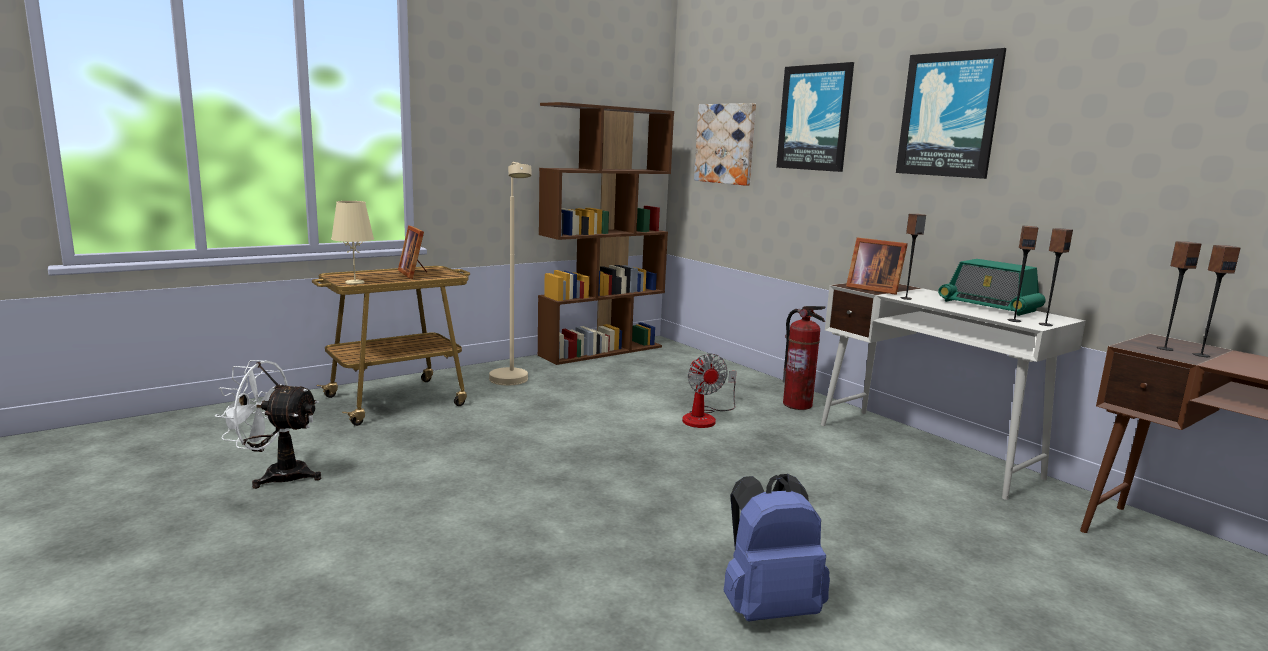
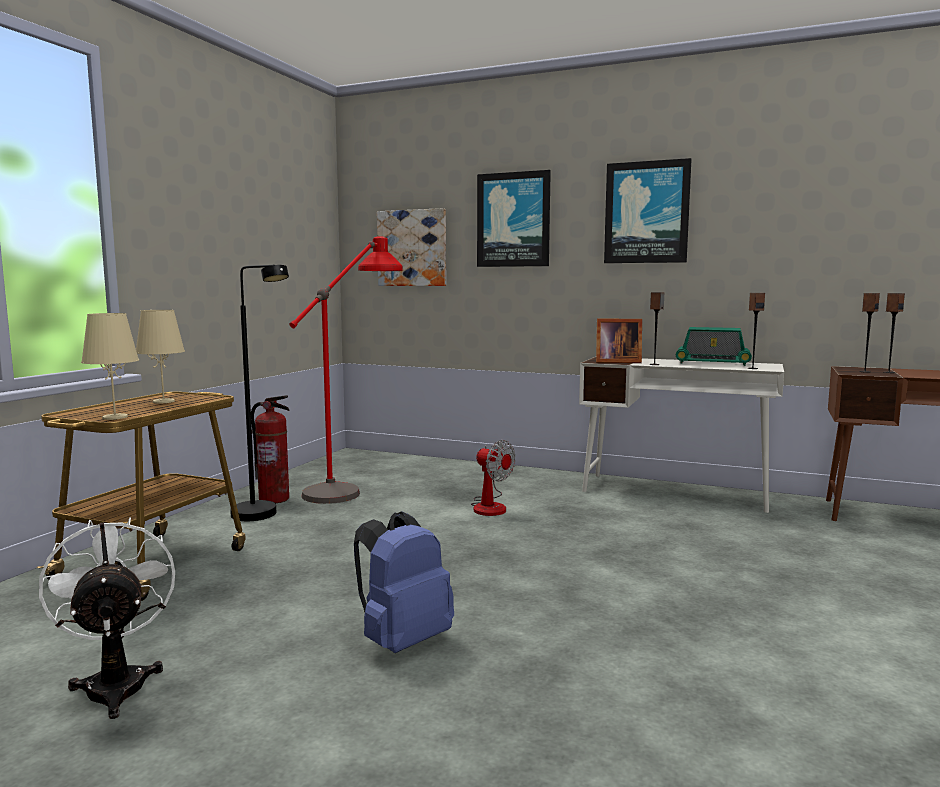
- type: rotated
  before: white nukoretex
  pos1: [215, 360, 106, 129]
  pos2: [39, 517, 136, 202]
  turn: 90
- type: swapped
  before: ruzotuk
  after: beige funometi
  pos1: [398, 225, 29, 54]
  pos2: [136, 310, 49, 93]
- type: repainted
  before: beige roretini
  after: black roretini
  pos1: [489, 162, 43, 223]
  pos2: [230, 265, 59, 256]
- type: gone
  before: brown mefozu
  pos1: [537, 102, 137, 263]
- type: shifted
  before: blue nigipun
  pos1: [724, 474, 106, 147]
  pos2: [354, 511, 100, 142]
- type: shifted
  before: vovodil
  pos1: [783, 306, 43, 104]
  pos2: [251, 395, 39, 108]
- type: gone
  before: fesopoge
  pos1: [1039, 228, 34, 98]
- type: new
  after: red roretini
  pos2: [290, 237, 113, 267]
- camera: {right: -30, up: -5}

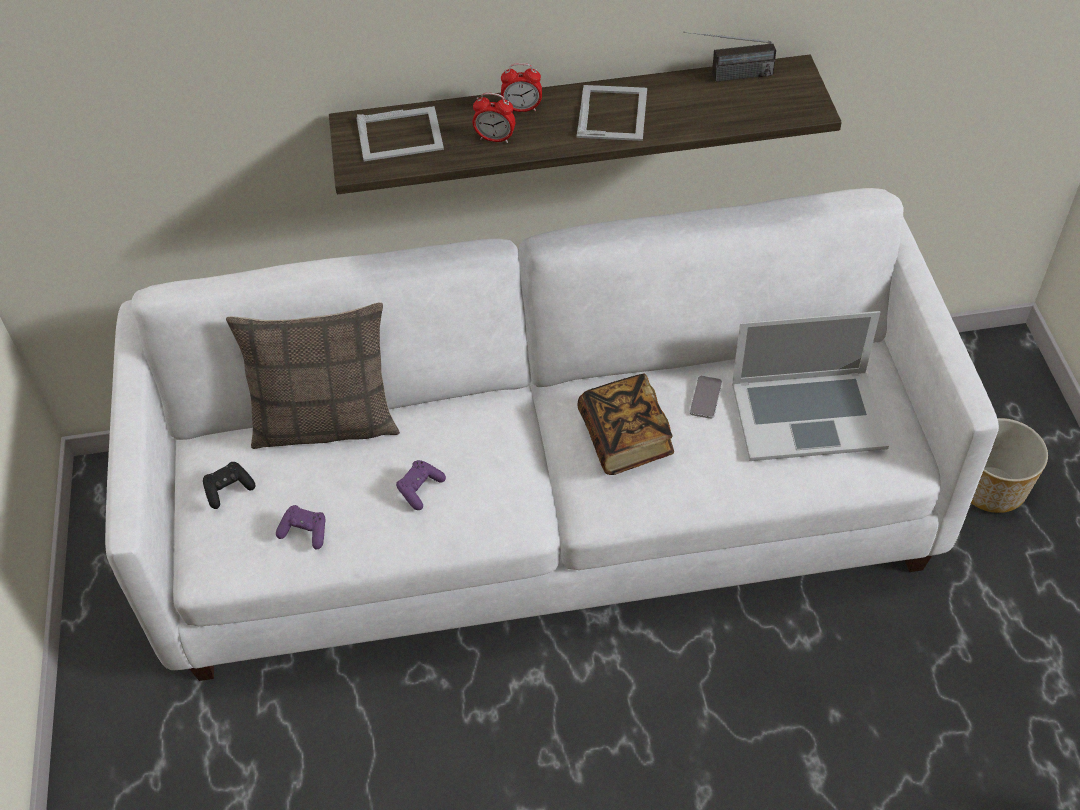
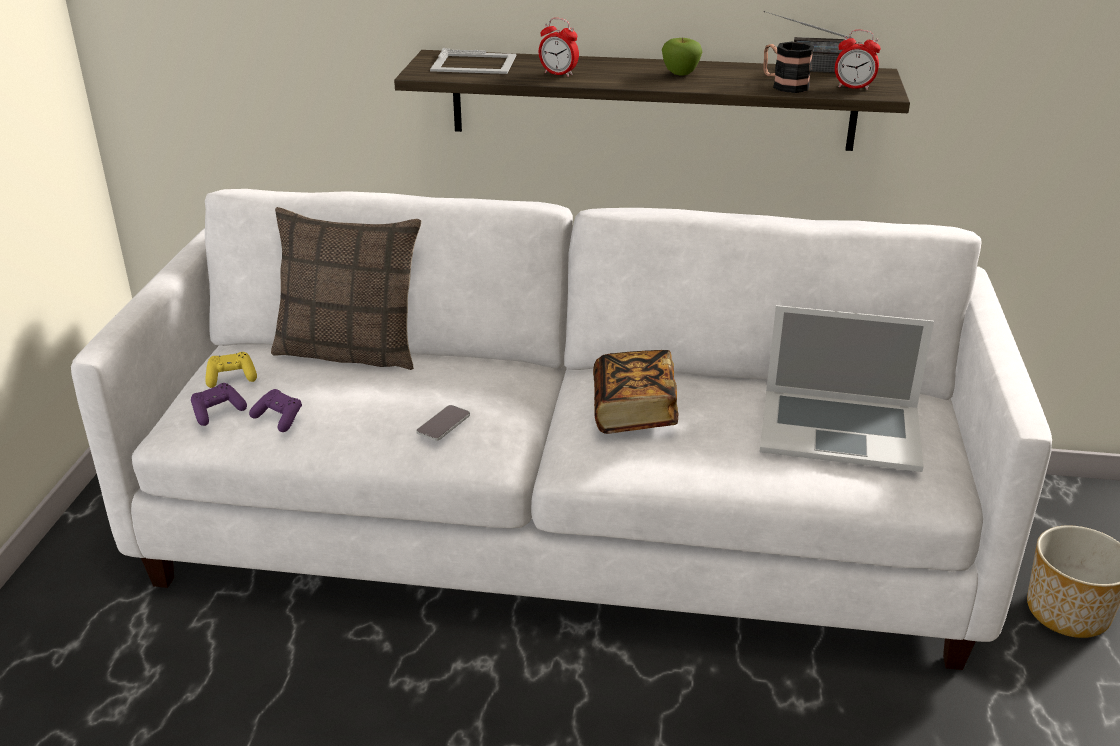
- type: repainted
  before: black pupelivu
  after: yellow pupelivu
  pos1: [203, 462, 52, 47]
  pos2: [205, 352, 52, 36]
- type: shifted
  before: purple pupelivu
  pos1: [396, 460, 50, 50]
  pos2: [191, 383, 56, 43]
- type: shifted
  before: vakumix
  pos1: [501, 63, 41, 49]
  pos2: [835, 30, 46, 60]
- type: swapped
  before: ruzotuk
  after: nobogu
  pos1: [577, 85, 70, 56]
  pos2: [662, 37, 40, 39]
- type: shifted
  before: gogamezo
  pos1: [690, 376, 32, 43]
  pos2: [416, 405, 54, 36]
- type: new
  after: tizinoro
  pos2: [763, 42, 51, 51]
- camera: {right: 15, up: -20}

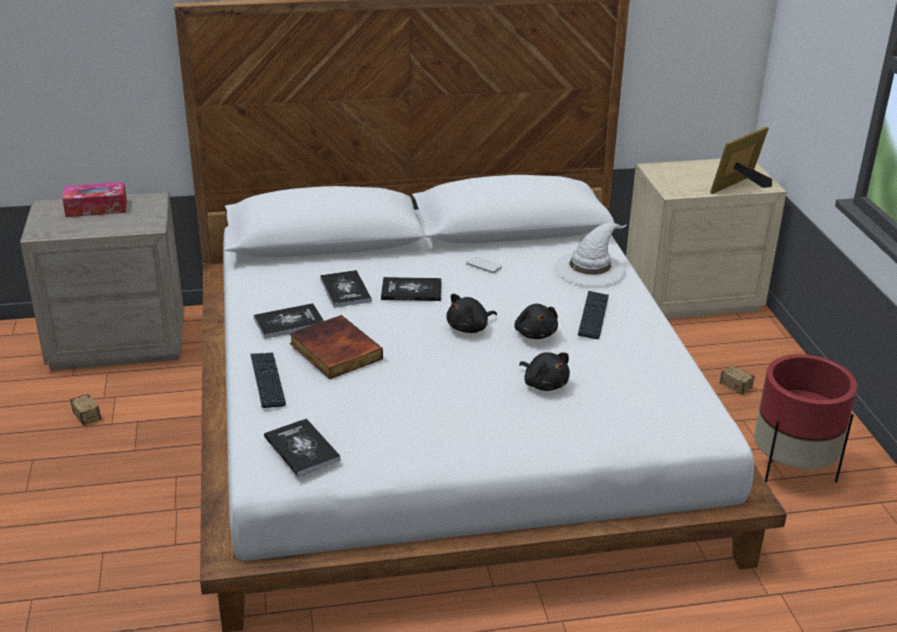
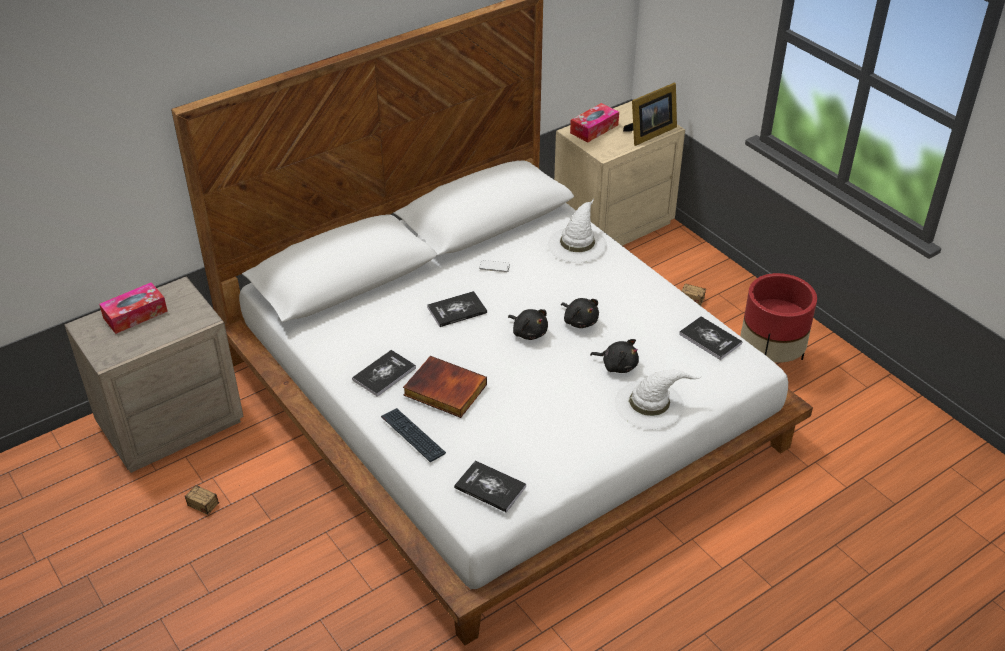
- type: shifted
  before: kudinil
  pos1: [320, 270, 52, 38]
  pos2: [679, 316, 63, 44]
- type: rotated
  before: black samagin
  pos1: [446, 294, 51, 39]
  pos2: [508, 309, 40, 31]
  turn: -75
- type: gone
  before: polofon
  pos1: [578, 291, 31, 48]
- type: rotated
  before: ruzotuk
  pos1: [710, 127, 62, 67]
  pos2: [623, 83, 54, 63]
  turn: -150
- type: new
  after: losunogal
  pos2: [570, 103, 49, 39]
- type: new
  after: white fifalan
  pos2: [615, 370, 86, 59]
- camera: {right: -25, up: 10}

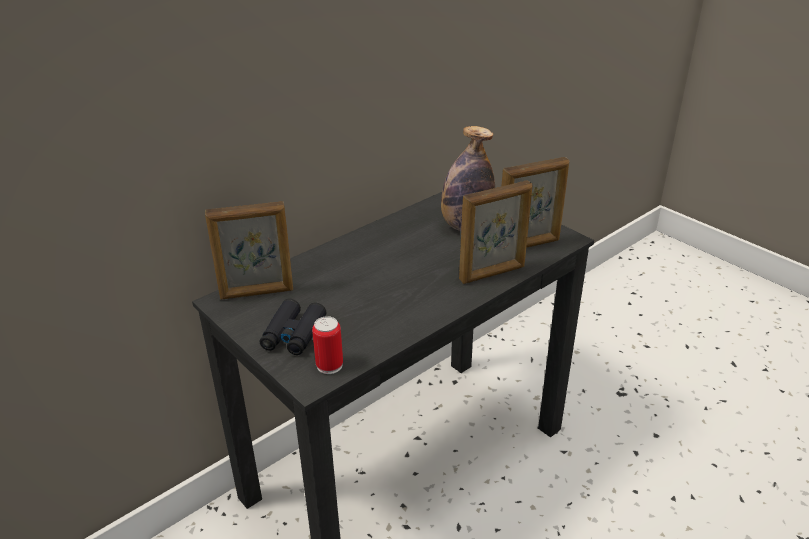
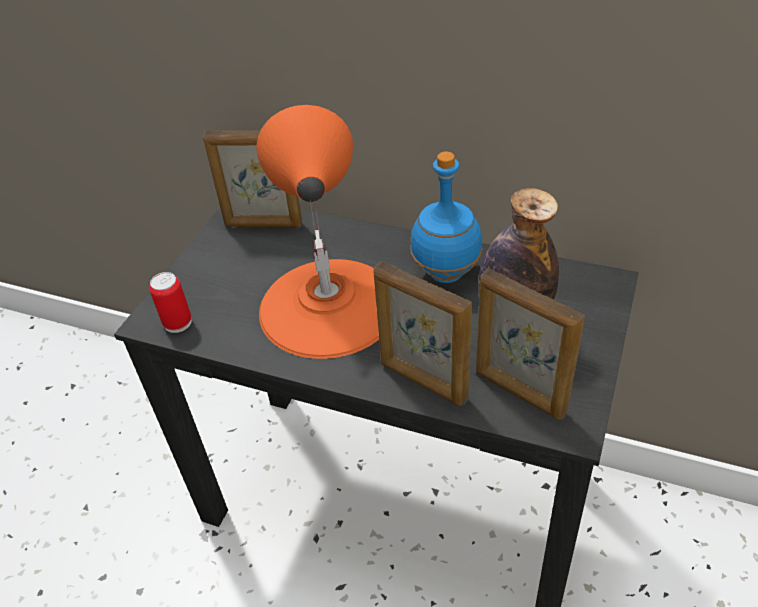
- type: rotated
  before: ruzotuk
  pos1: [205, 201, 88, 99]
  pos2: [203, 130, 99, 97]
  turn: -45
- type: gone
  before: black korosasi
  pos1: [260, 299, 66, 56]
- type: new
  after: orange funometi
  pos2: [256, 105, 123, 254]
- type: new
  after: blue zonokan
  pos2: [410, 151, 73, 132]
- camera: {right: 65, up: 10}

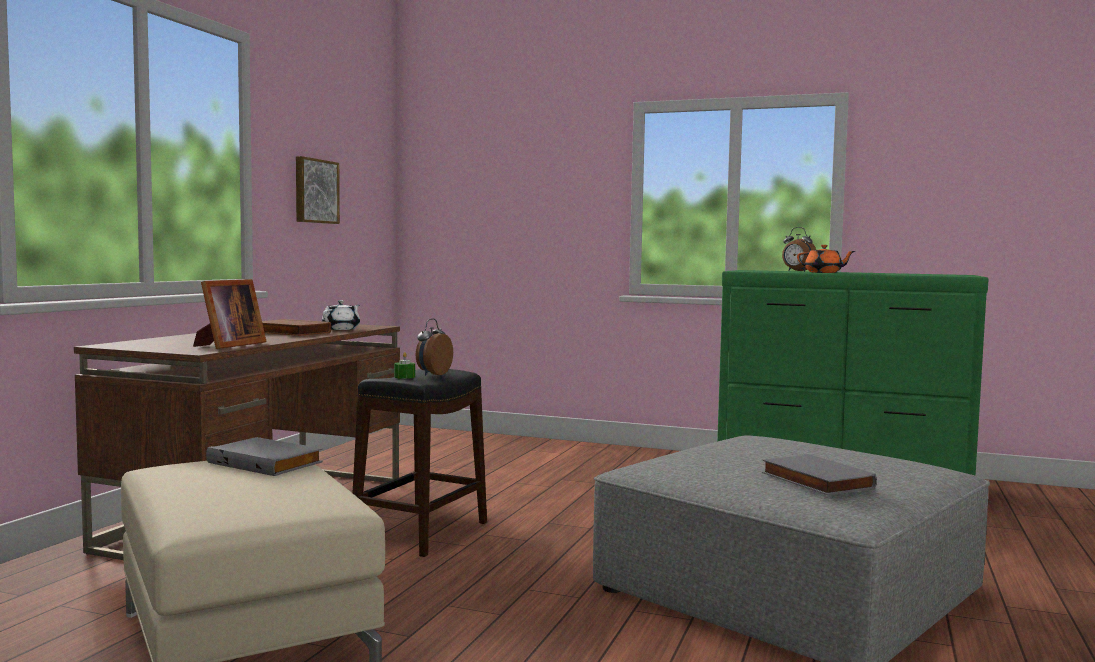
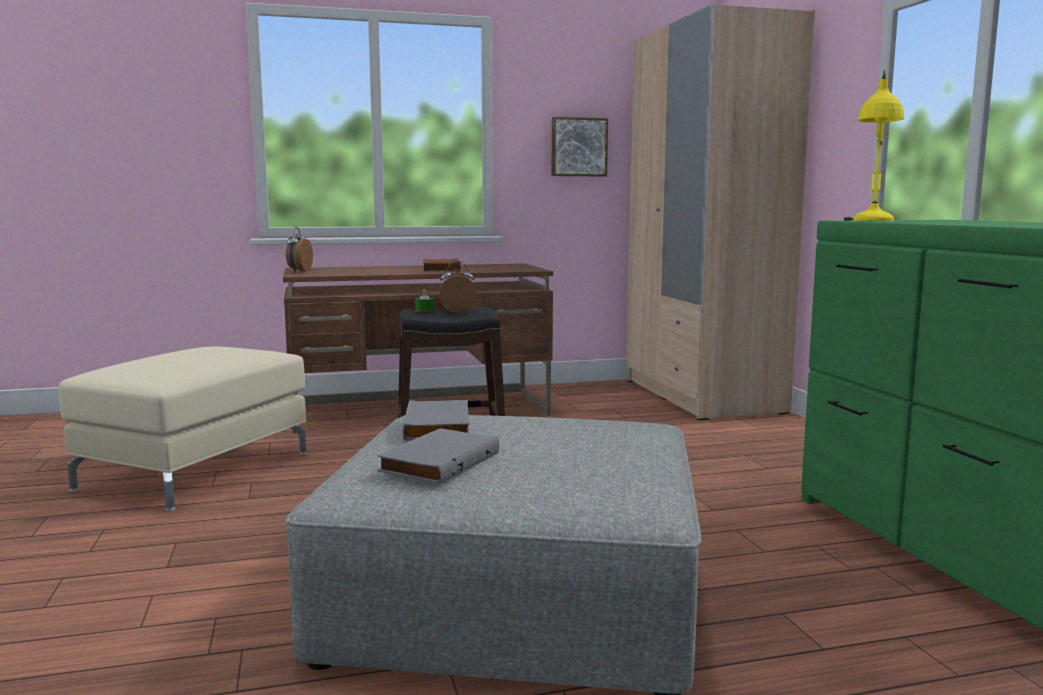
- type: gone
  before: ruzotuk
  pos1: [193, 279, 74, 70]
- type: shifted
  before: grey kudinil
  pos1: [206, 437, 117, 39]
  pos2: [403, 400, 67, 40]
- type: gone
  before: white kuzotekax
  pos1: [322, 300, 38, 30]
- type: shifted
  before: vakumix
  pos1: [782, 227, 34, 44]
  pos2: [286, 227, 27, 45]
- type: gone
  before: orange kuzotekax
  pos1: [797, 245, 58, 28]
- type: new
  after: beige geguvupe
  pos2: [626, 3, 189, 417]
- type: new
  after: yellow funometi
  pos2: [844, 70, 60, 151]
- camera: {right: 55, up: 5}

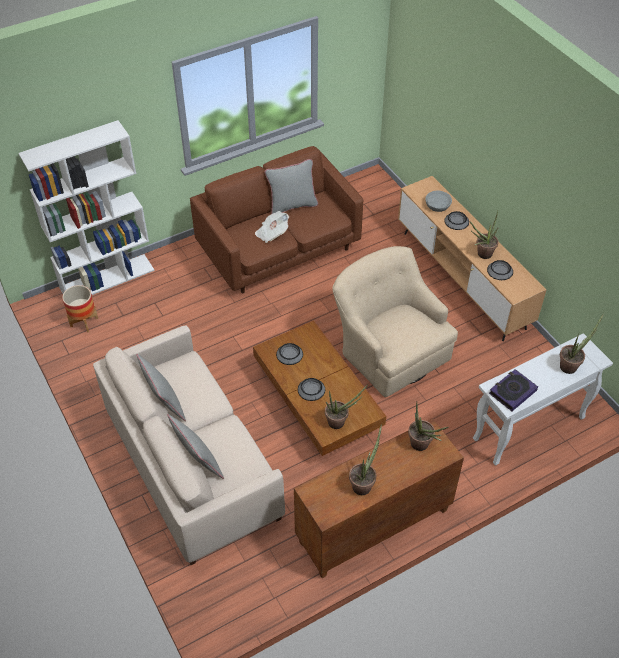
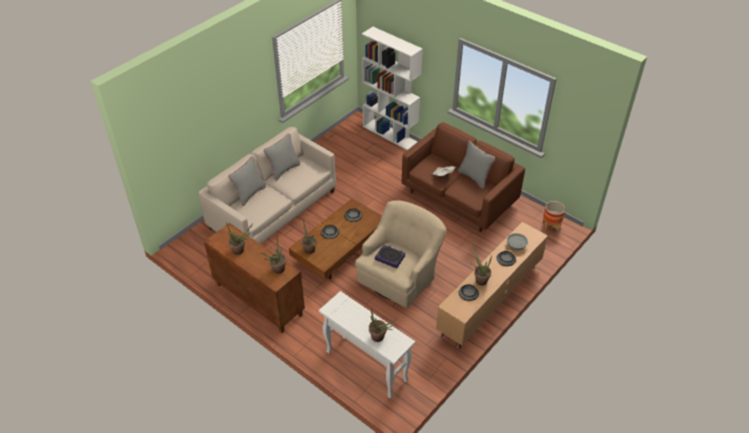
- type: shifted
  before: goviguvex
  pos1: [62, 285, 37, 48]
  pos2: [542, 201, 23, 32]
- type: shifted
  before: kudinil
  pos1: [489, 369, 49, 42]
  pos2: [375, 245, 31, 23]
- camera: {right: 70, up: -5}

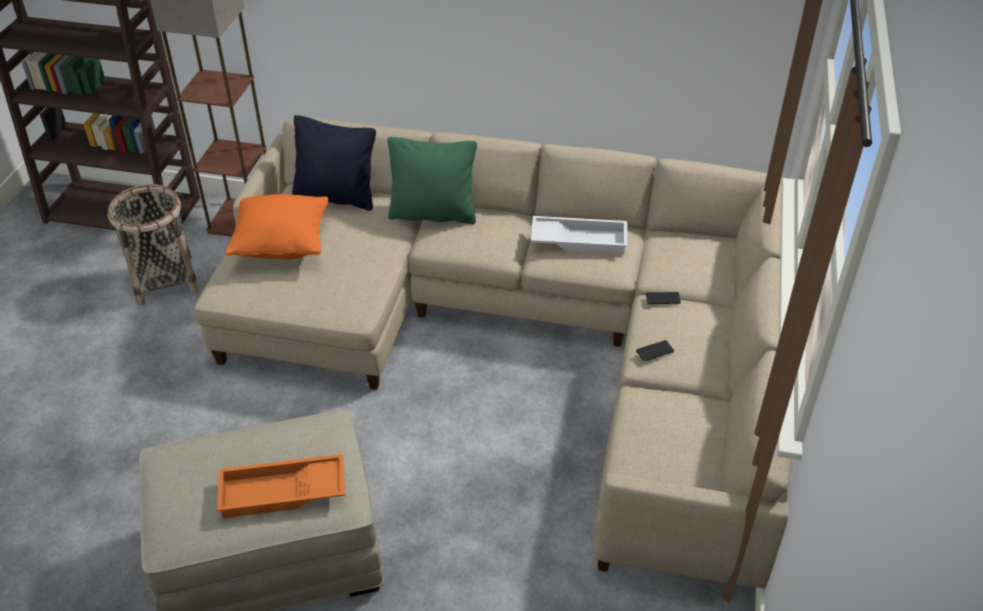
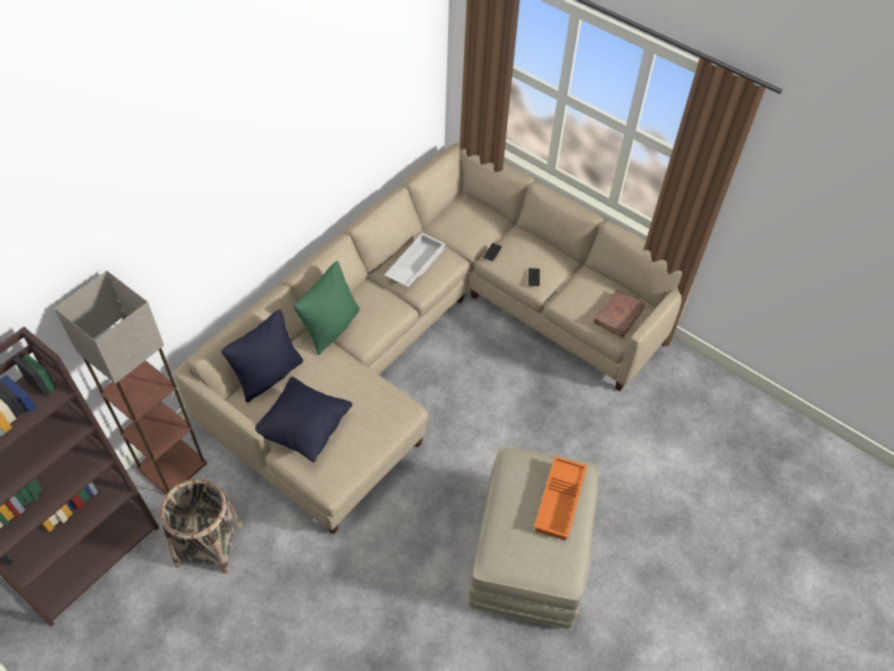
- type: repainted
  before: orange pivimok
  after: black pivimok
  pos1: [226, 194, 103, 65]
  pos2: [255, 377, 98, 85]
- type: new
  after: brown kudinil
  pos2: [594, 290, 51, 48]
- camera: {right: -65, up: 10}

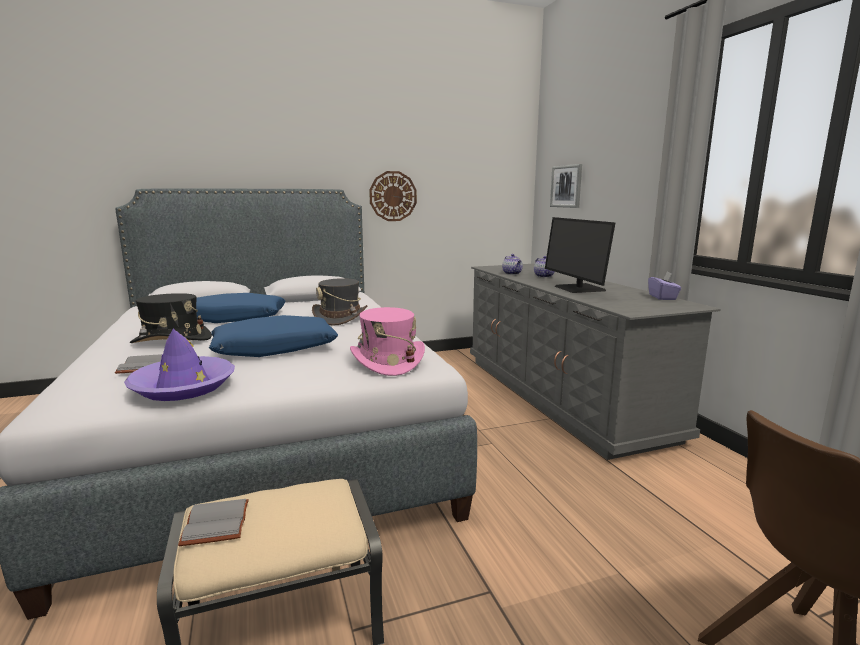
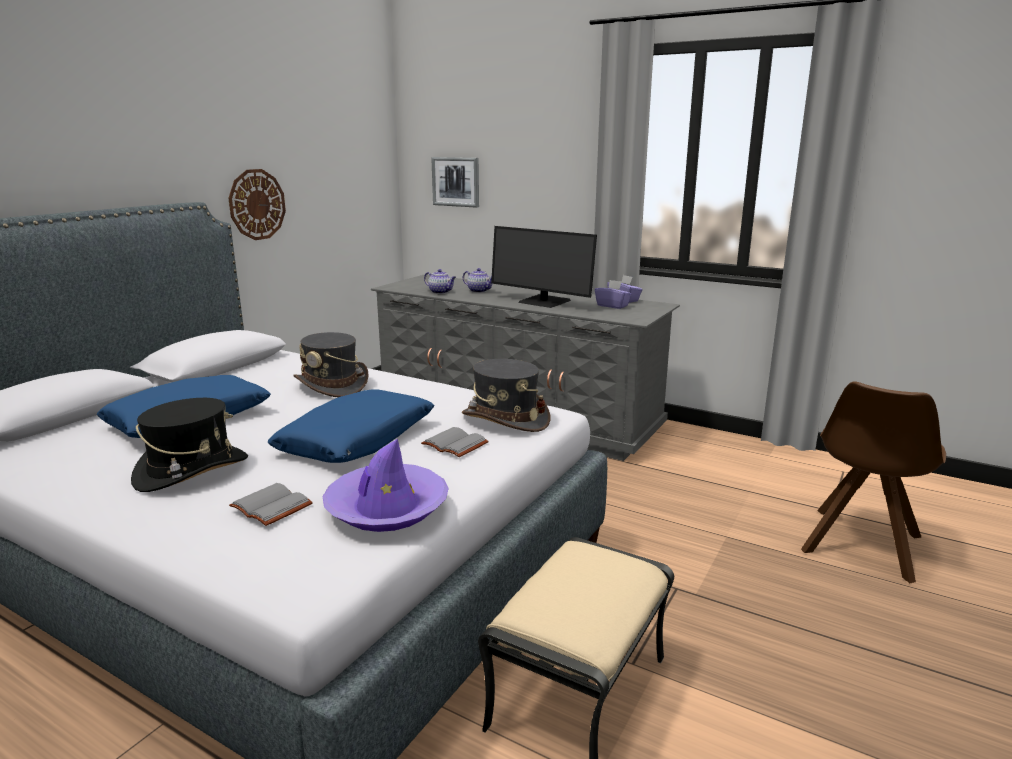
- type: shifted
  before: grey kudinil
  pos1: [178, 499, 71, 47]
  pos2: [421, 427, 68, 30]
- type: repainted
  before: pink fifalan
  after: grey fifalan
  pos1: [350, 307, 75, 69]
  pos2: [462, 359, 88, 73]
- type: new
  after: purple losunogal
  pos2: [595, 280, 37, 29]
- camera: {right: -40, up: 5}

